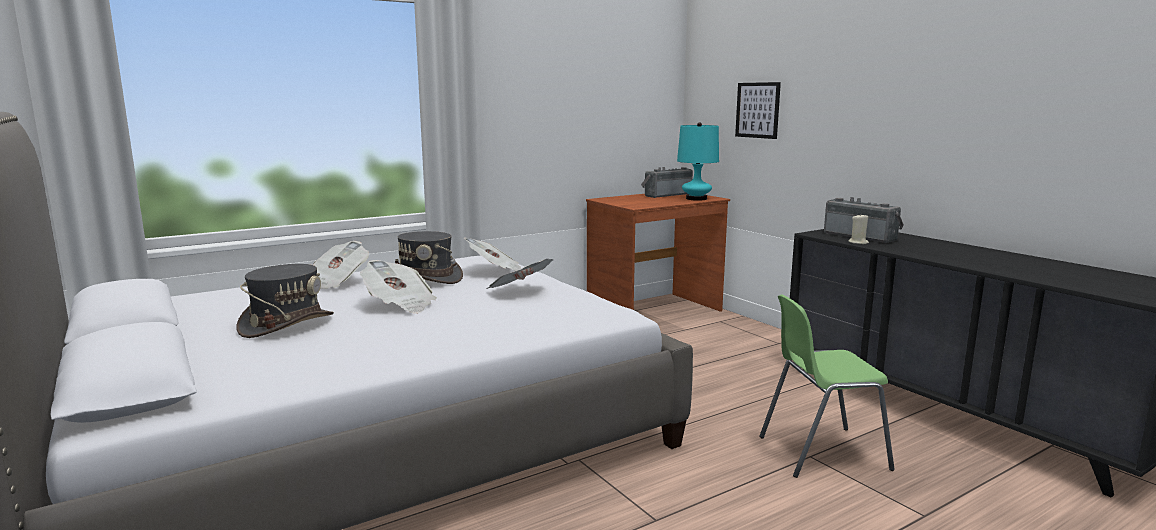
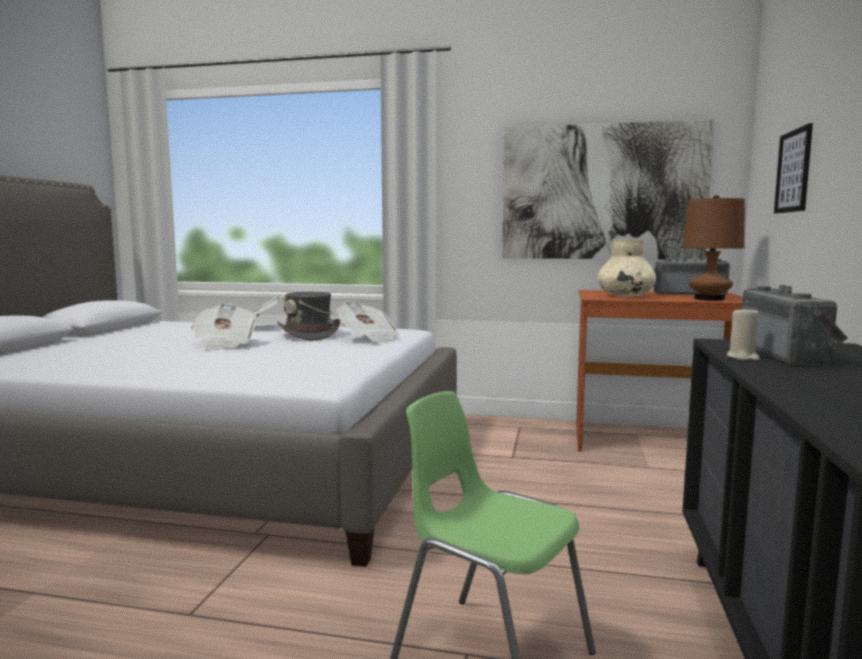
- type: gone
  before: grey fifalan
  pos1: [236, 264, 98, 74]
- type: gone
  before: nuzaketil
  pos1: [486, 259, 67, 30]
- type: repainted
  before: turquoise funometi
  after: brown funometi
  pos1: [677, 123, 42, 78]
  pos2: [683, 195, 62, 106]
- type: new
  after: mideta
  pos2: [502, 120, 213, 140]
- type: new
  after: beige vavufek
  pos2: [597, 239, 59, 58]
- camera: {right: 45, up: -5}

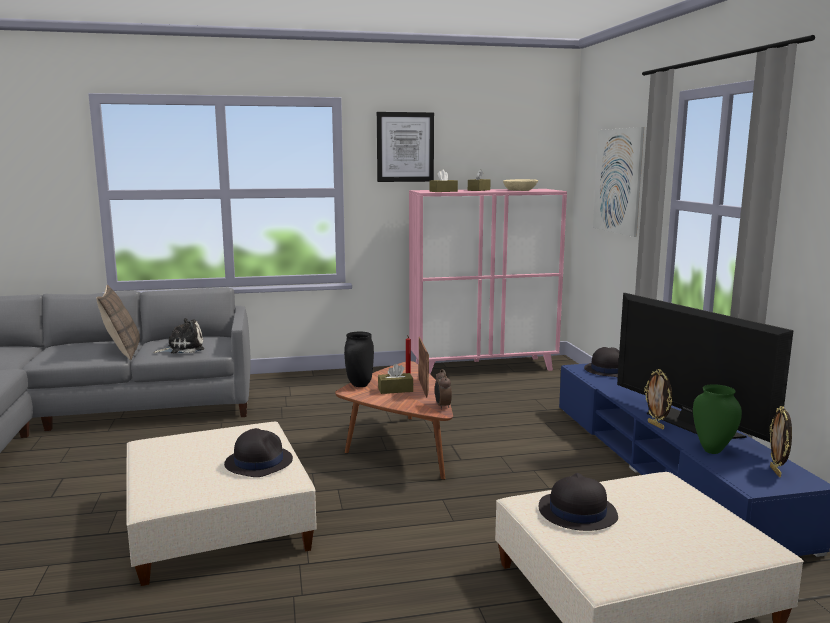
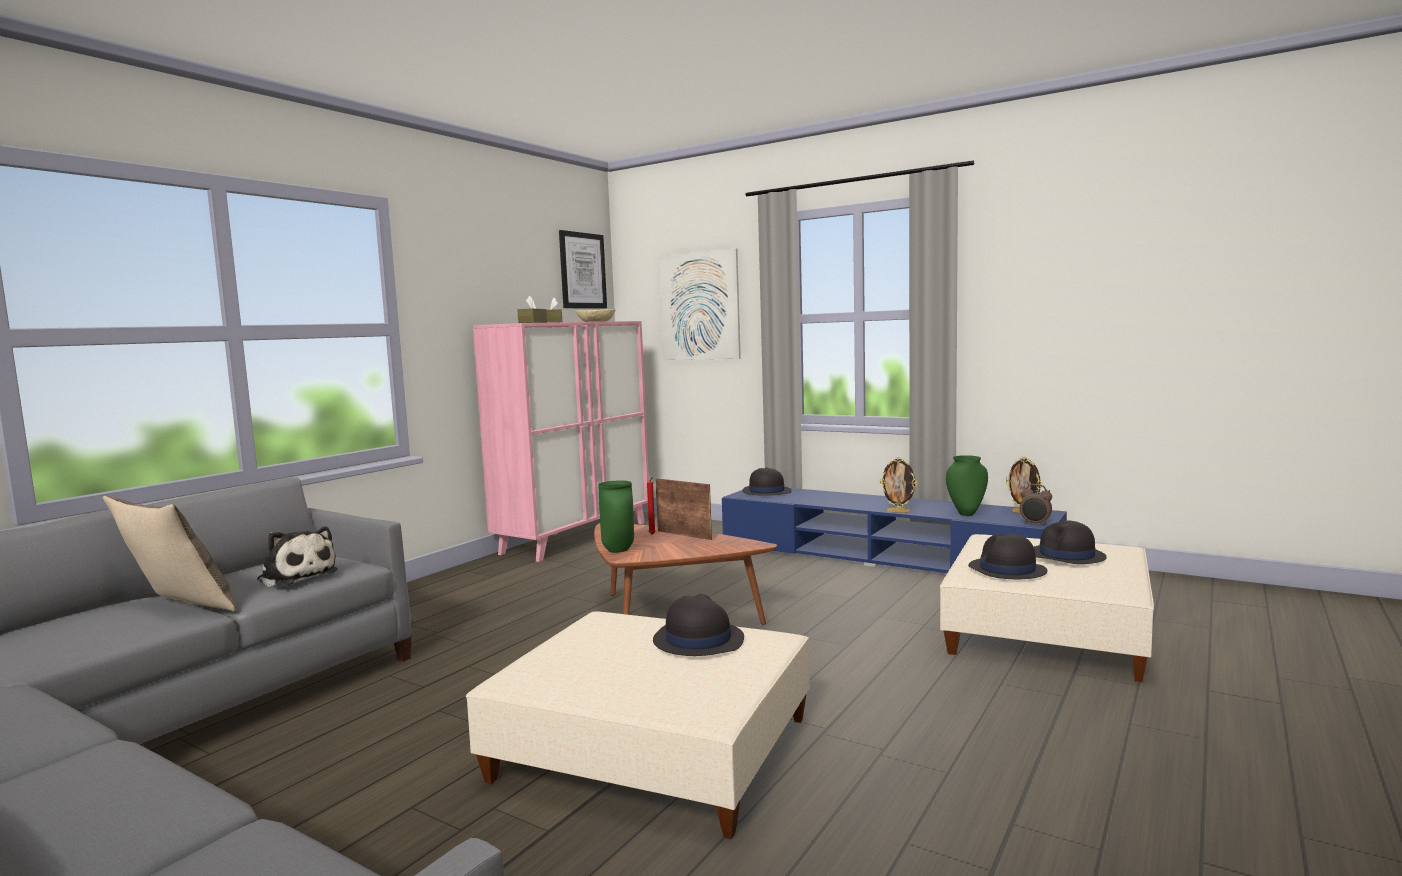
- type: rotated
  before: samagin
  pos1: [153, 318, 51, 36]
  pos2: [257, 526, 81, 61]
  turn: 105
- type: repainted
  before: black vavufek
  after: green vavufek
  pos1: [344, 332, 30, 55]
  pos2: [598, 481, 36, 72]
- type: shifted
  before: mideta
  pos1: [377, 112, 57, 70]
  pos2: [559, 230, 48, 78]
- type: gone
  before: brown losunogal
  pos1: [378, 364, 35, 30]
- type: shifted
  before: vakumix
  pos1: [435, 369, 17, 41]
  pos2: [1020, 484, 32, 42]
- type: gone
  before: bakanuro
  pos1: [617, 293, 177, 150]
- type: new
  after: black fifalan
  pos2: [1034, 521, 73, 43]
- camera: {right: -45, up: -5}

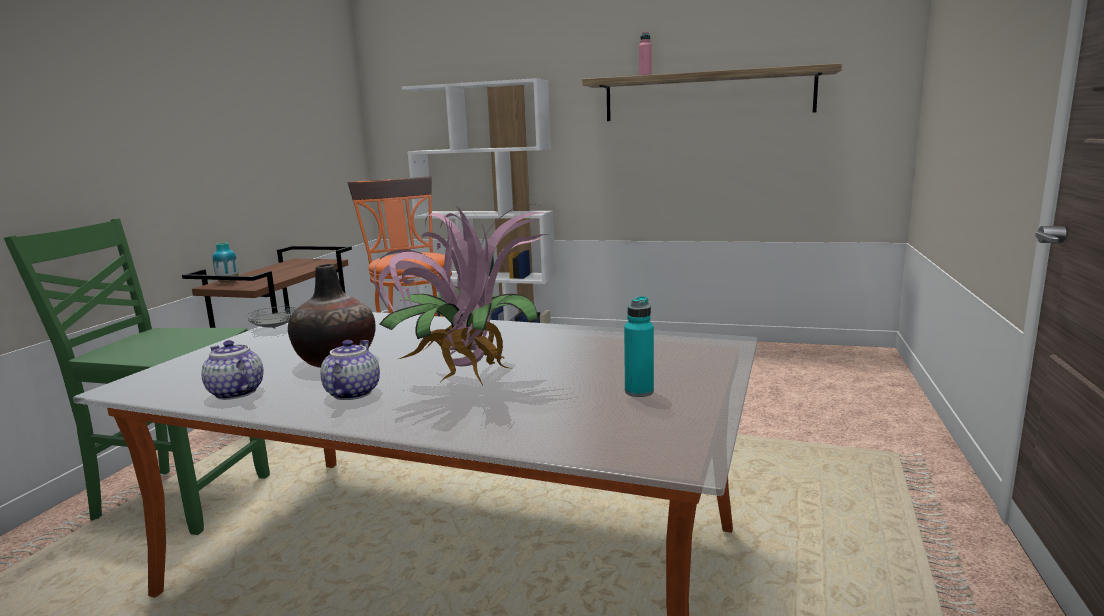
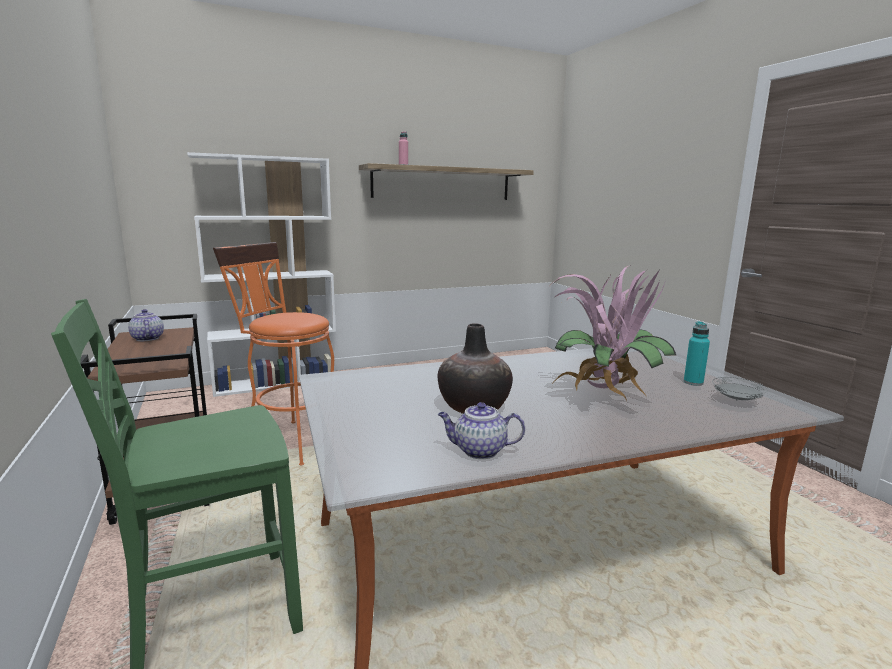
- type: gone
  before: vavufek
  pos1: [213, 243, 26, 40]
- type: shifted
  before: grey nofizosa
  pos1: [245, 307, 52, 22]
  pos2: [712, 377, 56, 24]
- type: shifted
  before: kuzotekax
  pos1: [320, 340, 60, 60]
  pos2: [128, 309, 36, 32]
- camera: {right: -40, up: 0}

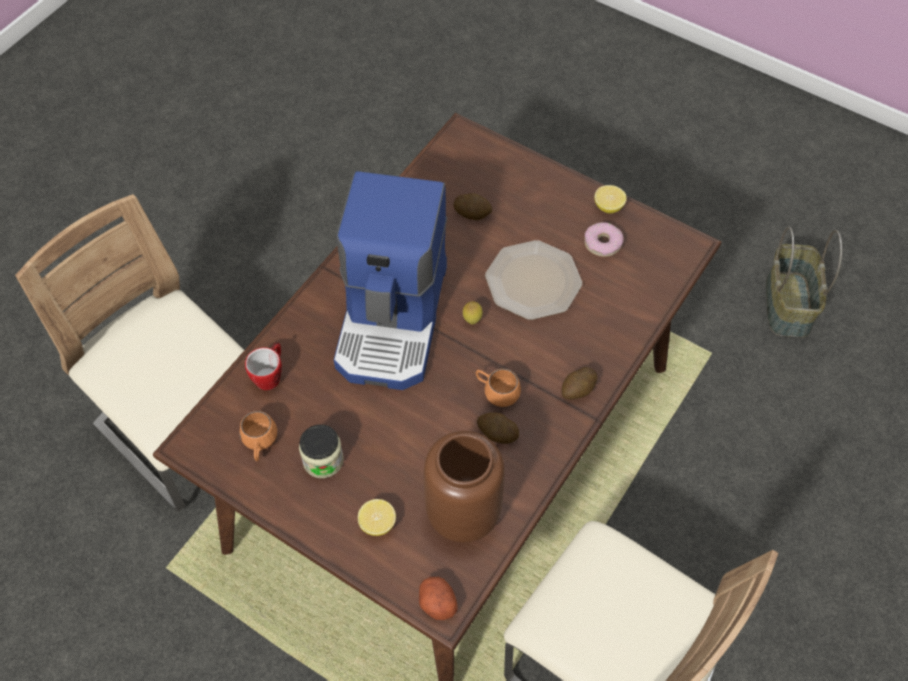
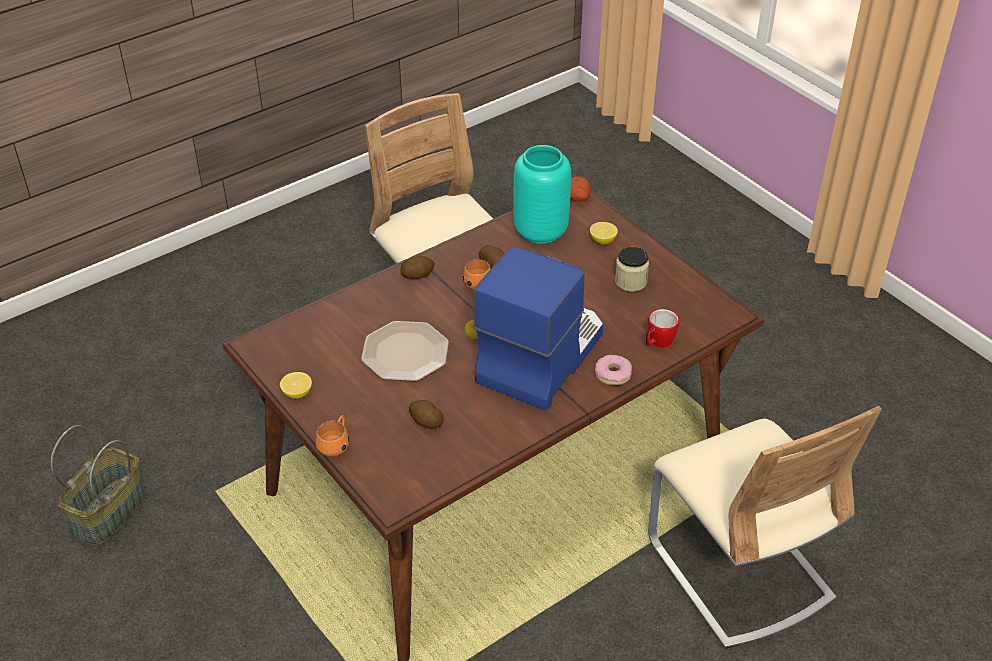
- type: shifted
  before: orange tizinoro
  pos1: [240, 411, 37, 50]
  pos2: [315, 415, 34, 42]
- type: repainted
  before: brown vavufek
  after: turquoise vavufek
  pos1: [424, 431, 81, 112]
  pos2: [513, 145, 58, 99]
- type: shifted
  before: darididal
  pos1: [584, 222, 40, 35]
  pos2: [595, 355, 37, 31]
- camera: {right: -160, up: -15}

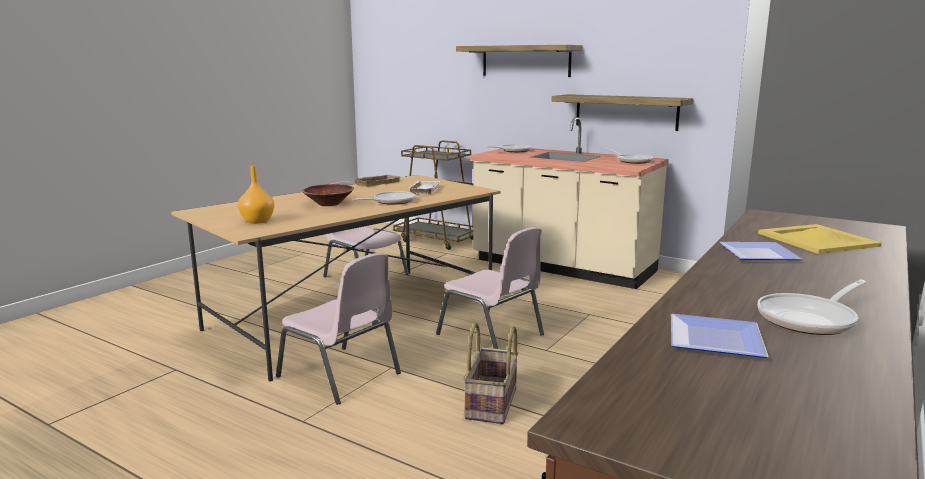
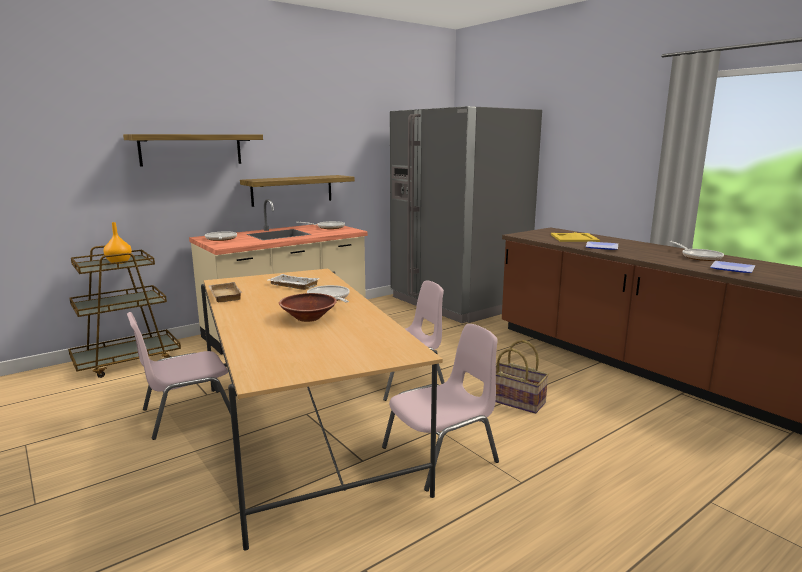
- type: shifted
  before: orange vavufek
  pos1: [238, 165, 36, 59]
  pos2: [104, 222, 28, 42]
- camera: {right: -70, up: 0}

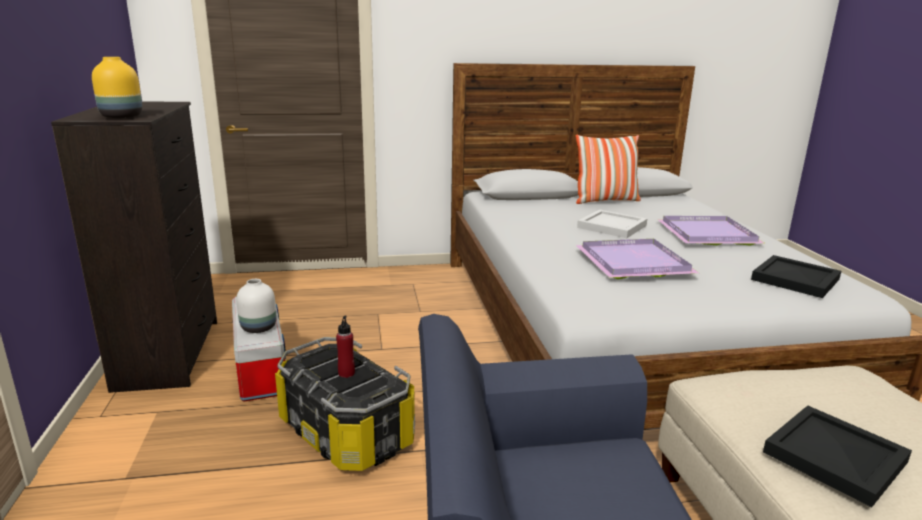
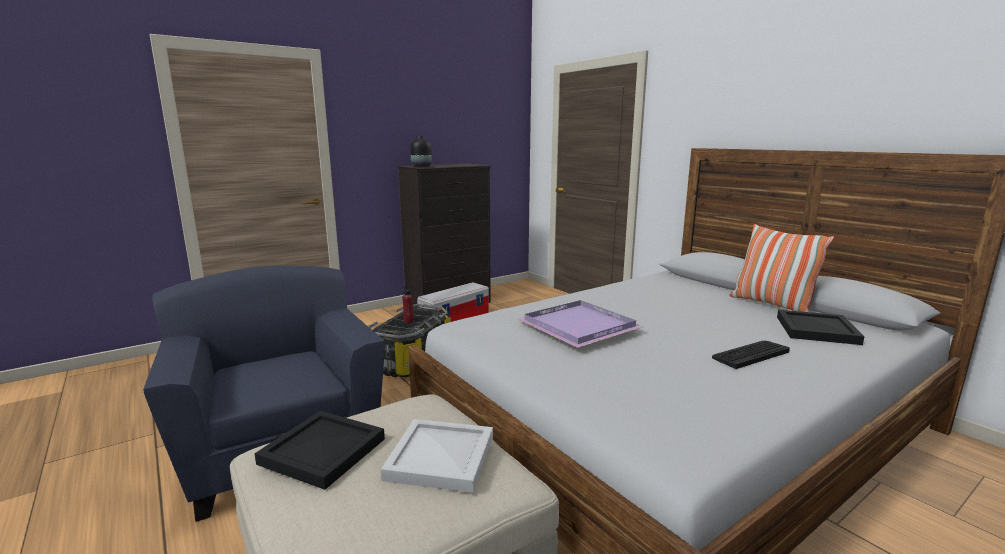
- type: repainted
  before: yellow vavufek
  after: black vavufek
  pos1: [92, 57, 50, 61]
  pos2: [410, 136, 22, 31]
- type: gone
  before: white vavufek
  pos1: [236, 279, 40, 54]
- type: shifted
  before: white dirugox
  pos1: [577, 209, 70, 29]
  pos2: [381, 419, 112, 74]
- type: swapped
  before: purple dirugox
  after: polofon
  pos1: [657, 216, 109, 30]
  pos2: [712, 341, 78, 28]
- type: shifted
  before: black dirugox
  pos1: [751, 255, 90, 43]
  pos2: [777, 310, 88, 35]
- camera: {right: 65, up: -5}

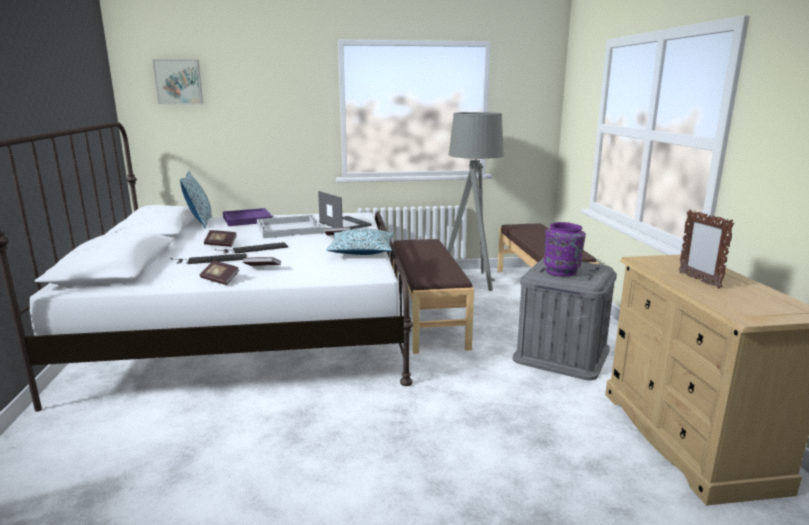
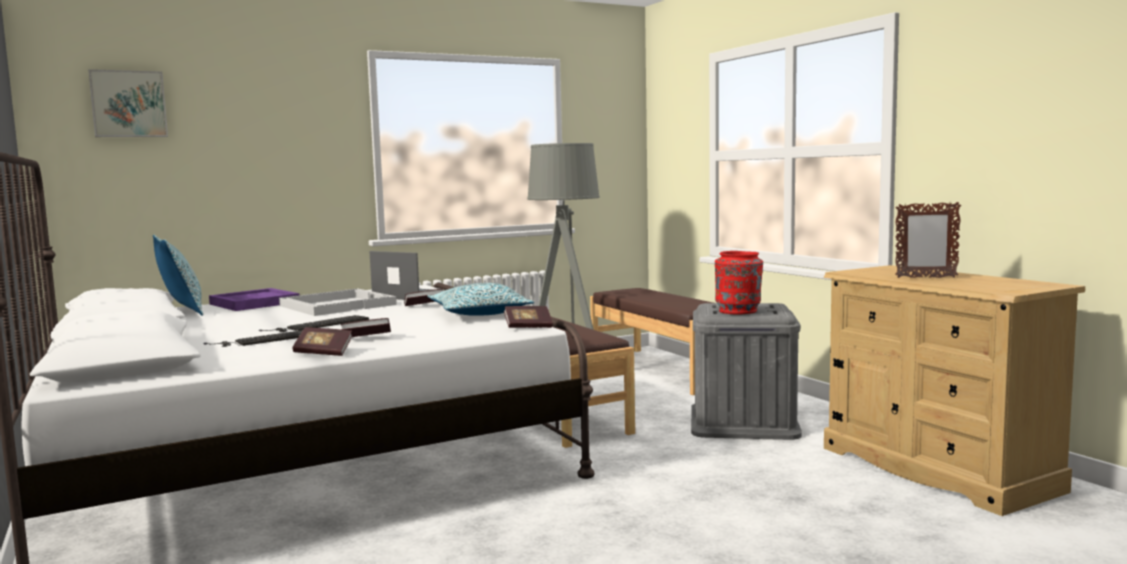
- type: shifted
  before: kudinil
  pos1: [204, 230, 33, 17]
  pos2: [504, 306, 49, 22]
- type: repainted
  before: purple vavufek
  after: red vavufek
  pos1: [543, 222, 43, 54]
  pos2: [715, 251, 48, 64]
- type: rotated
  before: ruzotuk
  pos1: [679, 210, 55, 79]
  pos2: [895, 202, 66, 76]
  turn: -45
- camera: {right: -20, up: -10}

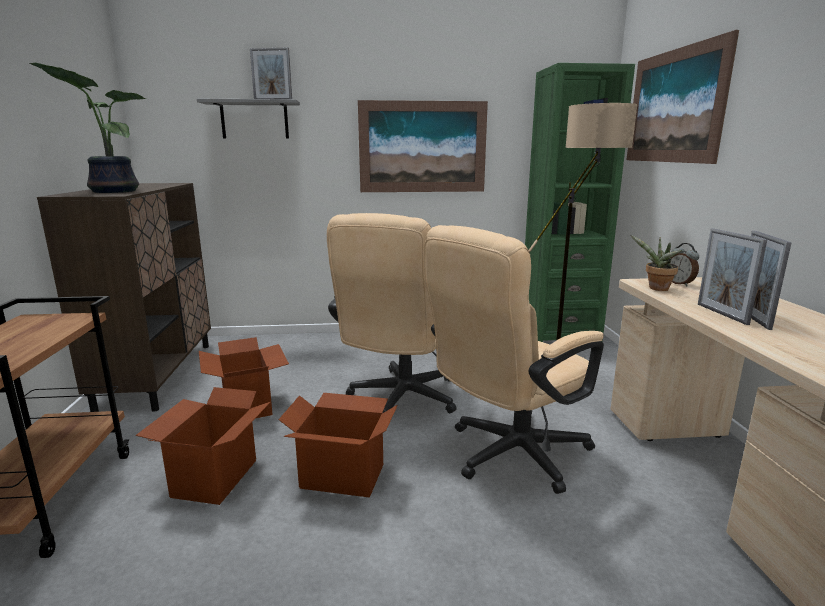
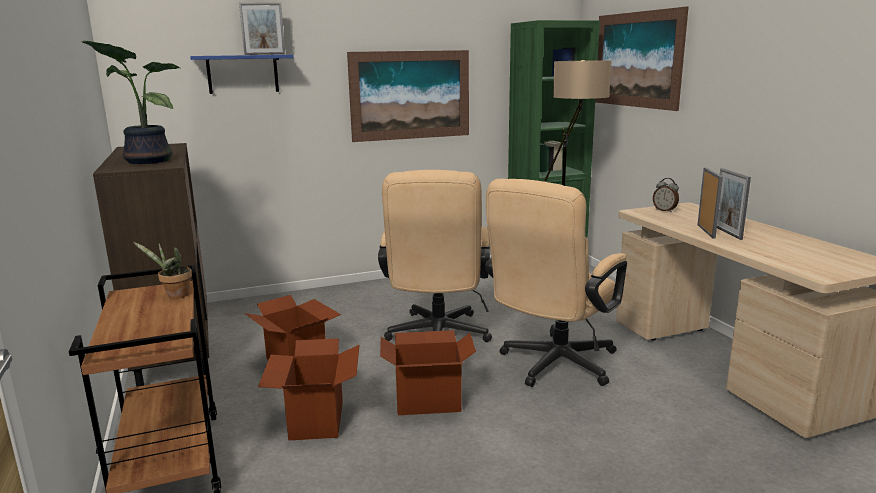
- type: repainted
  before: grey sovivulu
  after: blue sovivulu
  pos1: [197, 99, 103, 40]
  pos2: [190, 55, 104, 39]
- type: shifted
  before: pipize
  pos1: [630, 235, 52, 56]
  pos2: [133, 242, 59, 57]
- type: rotated
  before: ruzotuk
  pos1: [698, 229, 69, 96]
  pos2: [697, 167, 26, 71]
  turn: -150
- camera: {right: -15, up: 0}

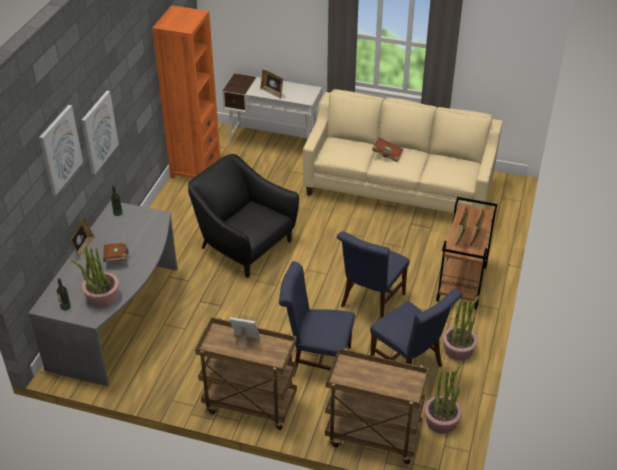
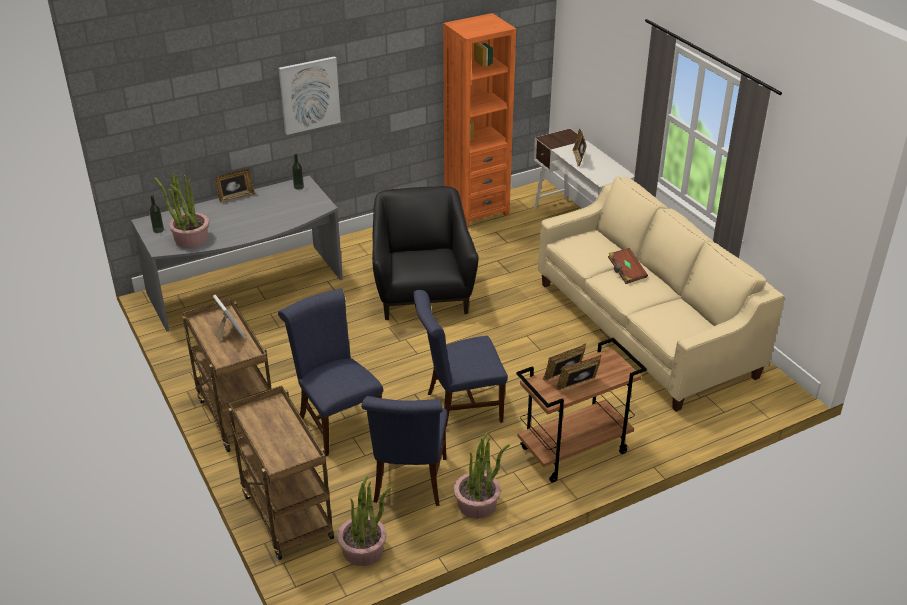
- type: gone
  before: mideta
  pos1: [39, 105, 44, 90]
- type: gone
  before: brown kudinil
  pos1: [103, 242, 25, 20]
- camera: {right: 45, up: -5}

